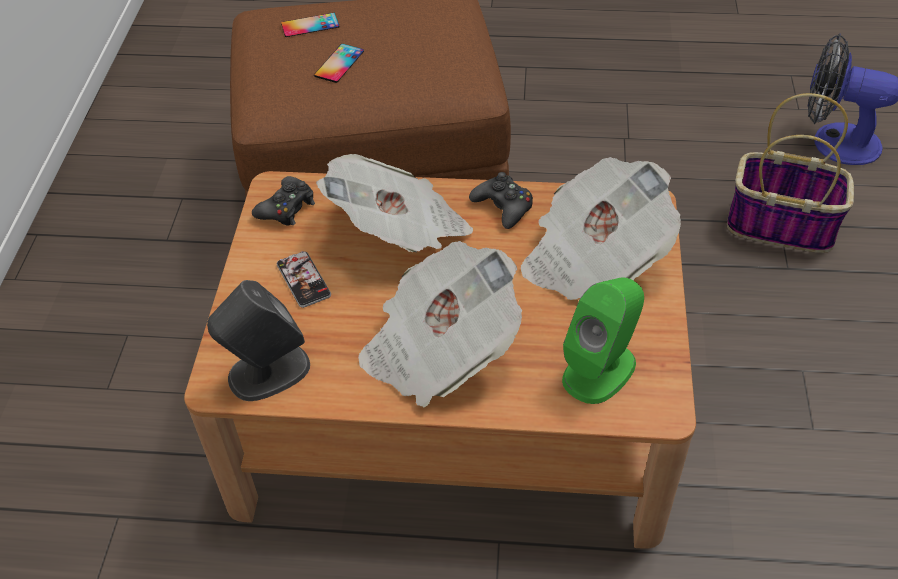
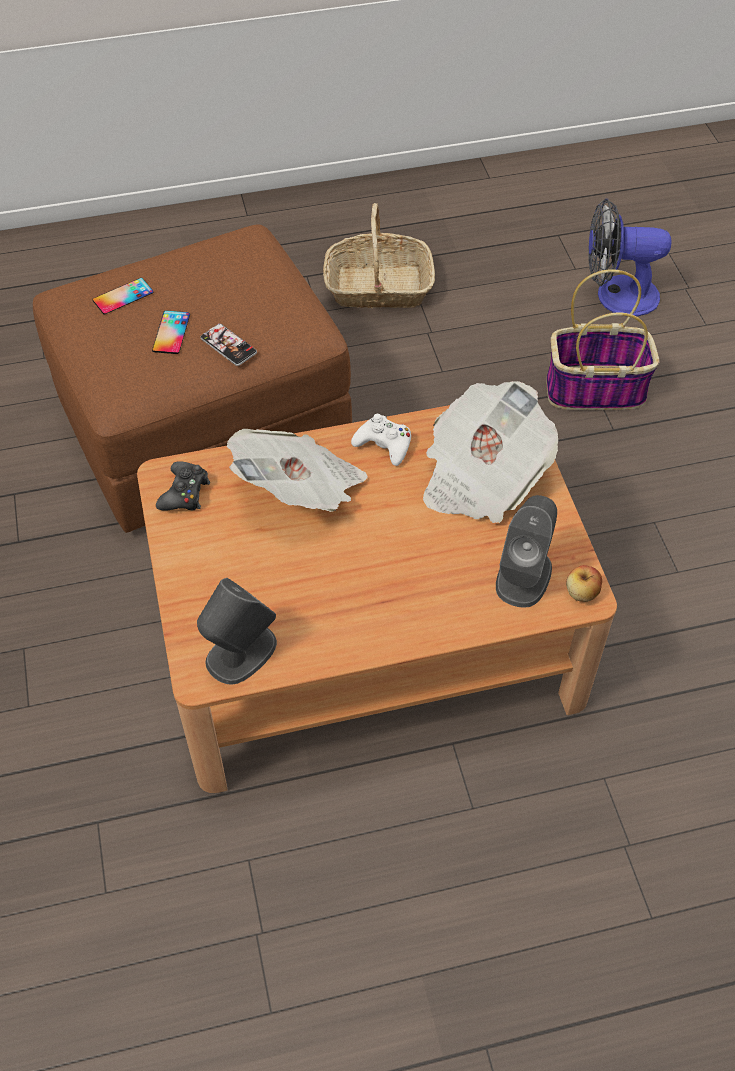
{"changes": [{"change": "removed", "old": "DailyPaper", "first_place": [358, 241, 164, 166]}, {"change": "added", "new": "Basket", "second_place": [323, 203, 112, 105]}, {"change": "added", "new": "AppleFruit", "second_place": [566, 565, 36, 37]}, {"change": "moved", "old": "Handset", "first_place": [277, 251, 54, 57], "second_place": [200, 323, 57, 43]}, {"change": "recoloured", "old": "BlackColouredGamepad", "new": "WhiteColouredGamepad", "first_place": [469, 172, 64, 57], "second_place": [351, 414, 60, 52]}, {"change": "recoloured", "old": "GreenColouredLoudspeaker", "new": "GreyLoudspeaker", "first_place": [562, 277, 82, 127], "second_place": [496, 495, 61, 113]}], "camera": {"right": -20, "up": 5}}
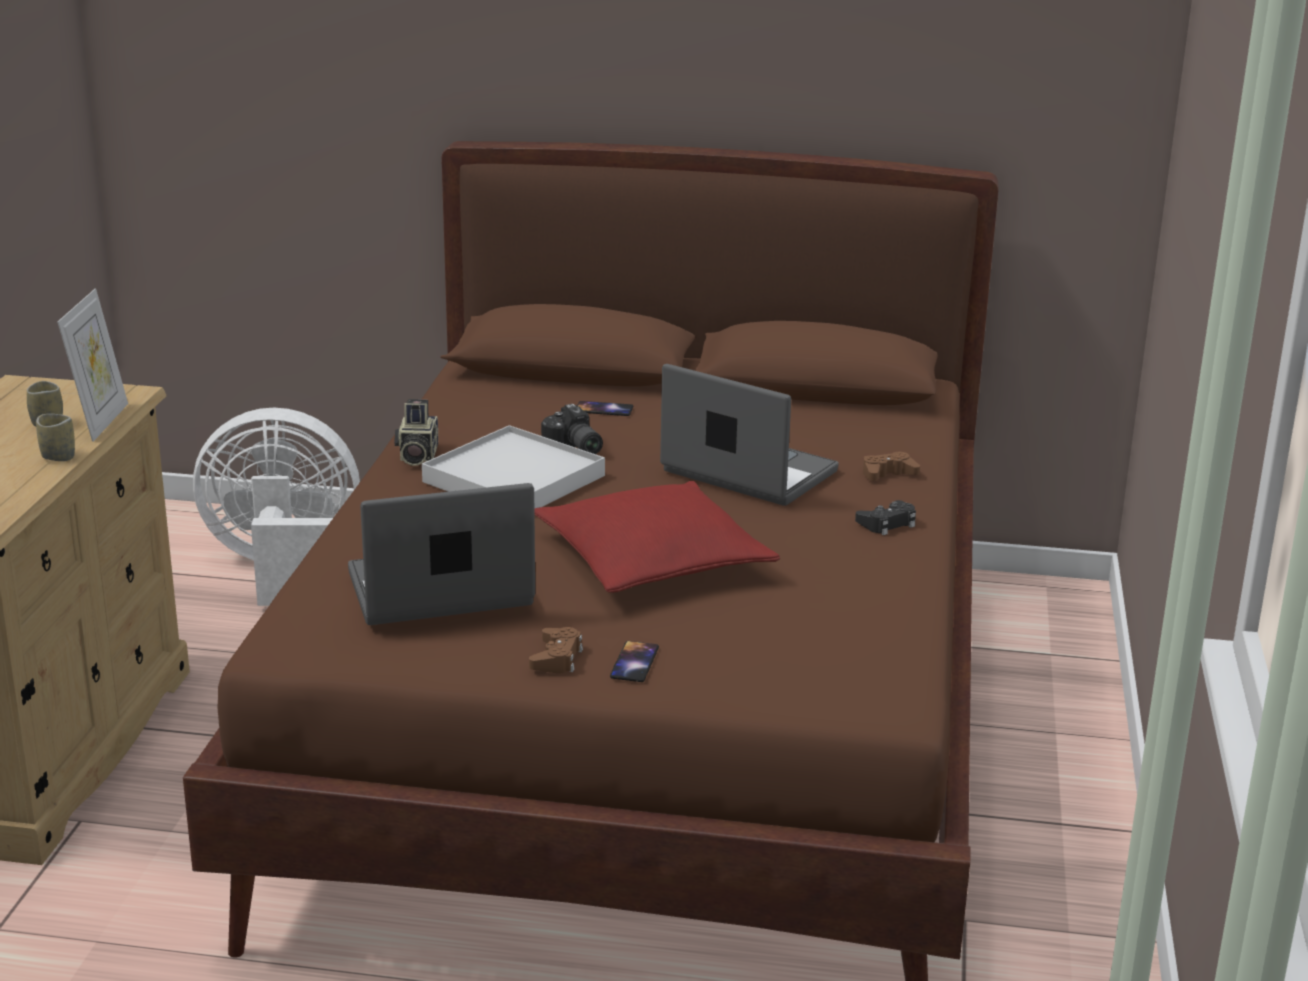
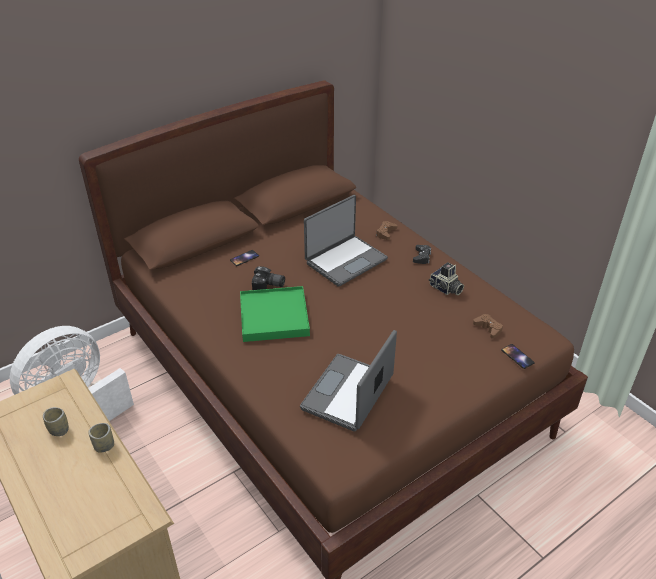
{"changes": [{"change": "removed", "old": "PhotoFrame", "first_place": [57, 289, 71, 153]}, {"change": "removed", "old": "ReddishPillow", "first_place": [534, 481, 246, 112]}, {"change": "moved", "old": "StillCamera", "first_place": [394, 399, 44, 67], "second_place": [429, 262, 35, 33]}, {"change": "moved", "old": "BrownGamepad", "first_place": [529, 627, 54, 47], "second_place": [473, 314, 30, 25]}, {"change": "moved", "old": "Handset", "first_place": [610, 641, 49, 41], "second_place": [501, 344, 34, 25]}, {"change": "recoloured", "old": "WhiteColouredCarryingTray", "new": "GreenColouredCarryingTray", "first_place": [422, 425, 183, 84], "second_place": [240, 286, 70, 56]}, {"change": "turned", "old": "NotebookComputer", "first_place": [660, 364, 179, 142], "second_place": [304, 195, 84, 92], "degrees": 150}], "camera": {"right": -45, "up": 15}}
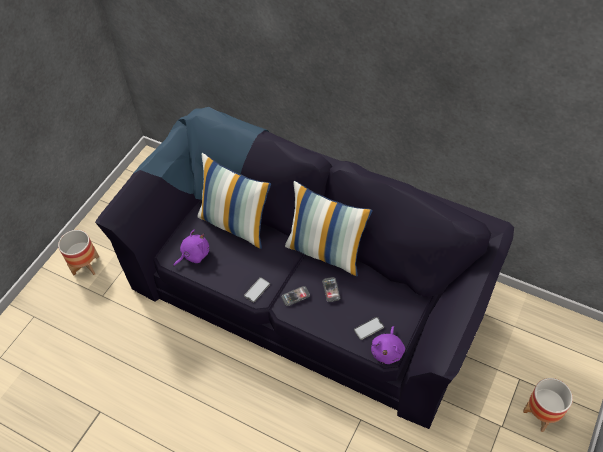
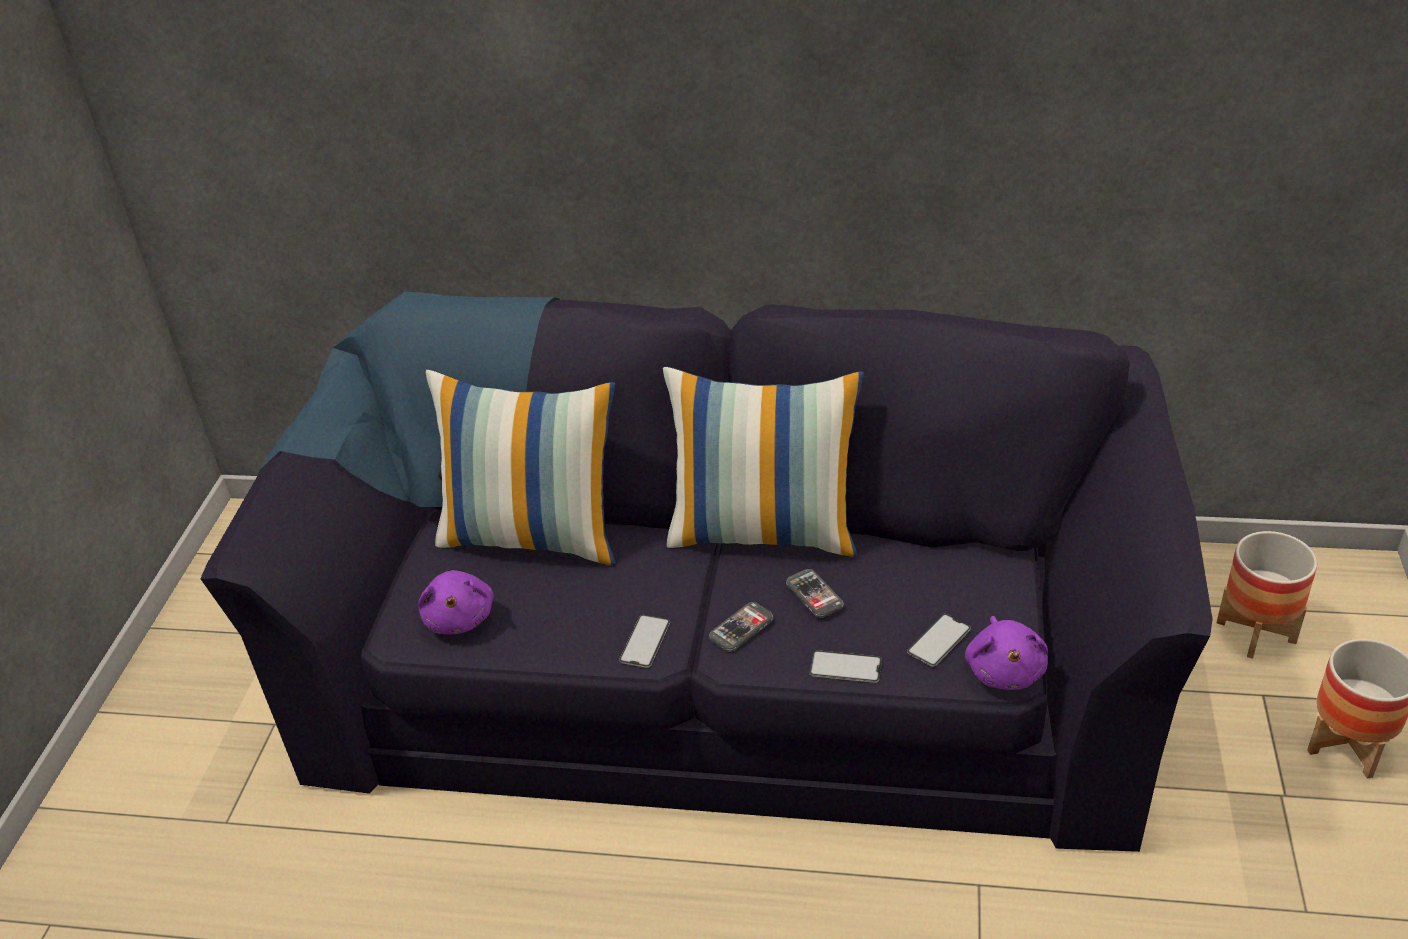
{"changes": [{"change": "added", "new": "Handset", "second_place": [810, 650, 72, 33]}, {"change": "moved", "old": "FlowerPot", "first_place": [58, 230, 41, 45], "second_place": [1217, 531, 100, 128]}, {"change": "turned", "old": "PurpleSoftToy", "first_place": [173, 230, 36, 36], "second_place": [418, 570, 76, 65], "degrees": 135}], "camera": {"right": -20, "up": -15}}
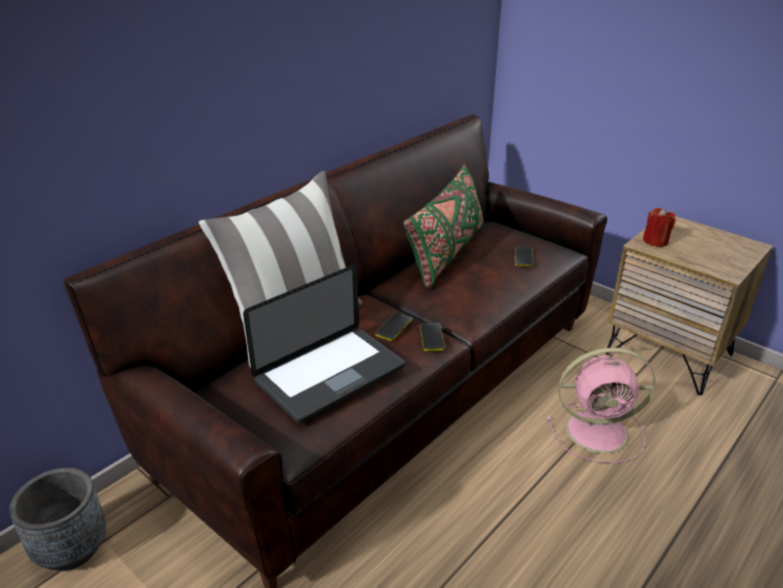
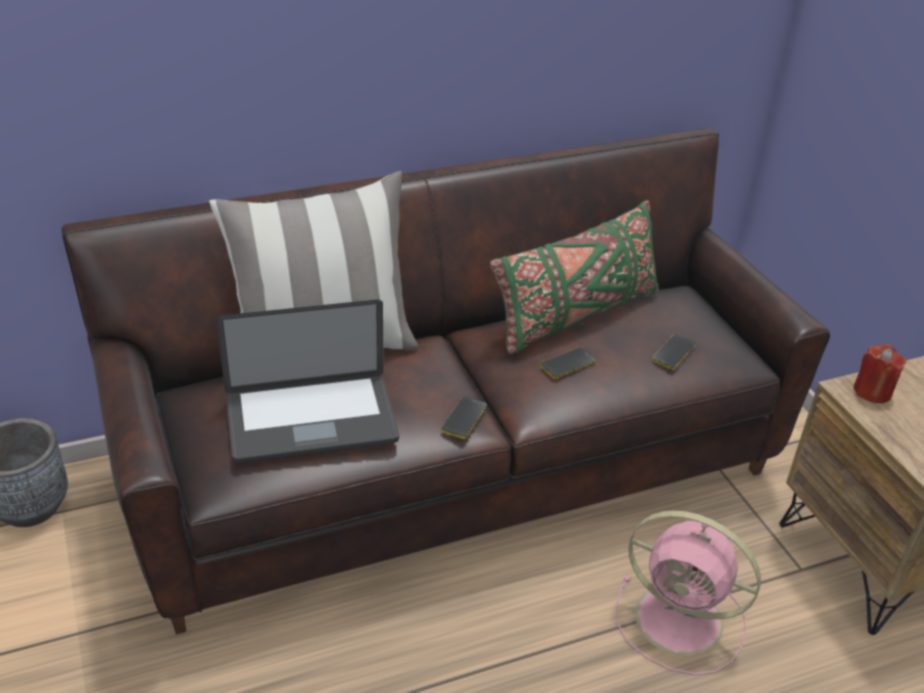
{"changes": [{"change": "moved", "old": "Handset", "first_place": [375, 312, 37, 29], "second_place": [540, 347, 56, 31]}], "camera": {"right": 25, "up": 5}}
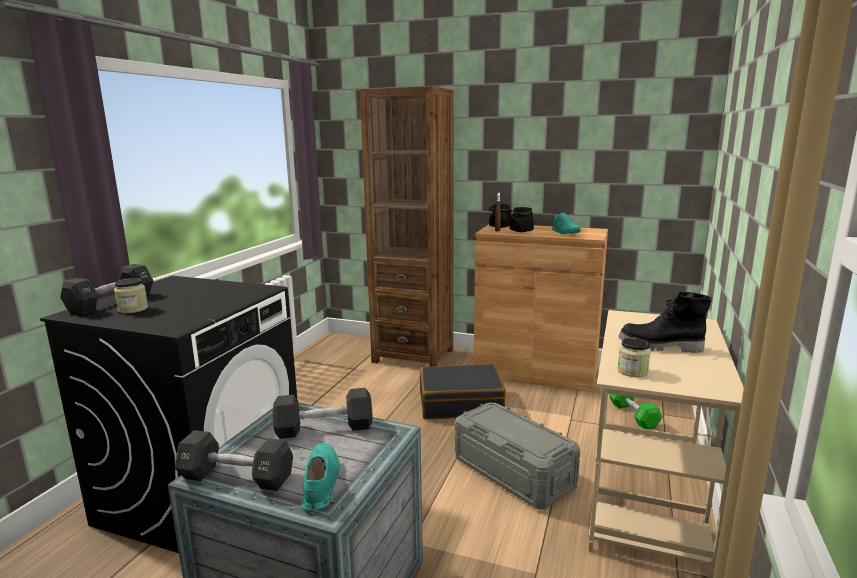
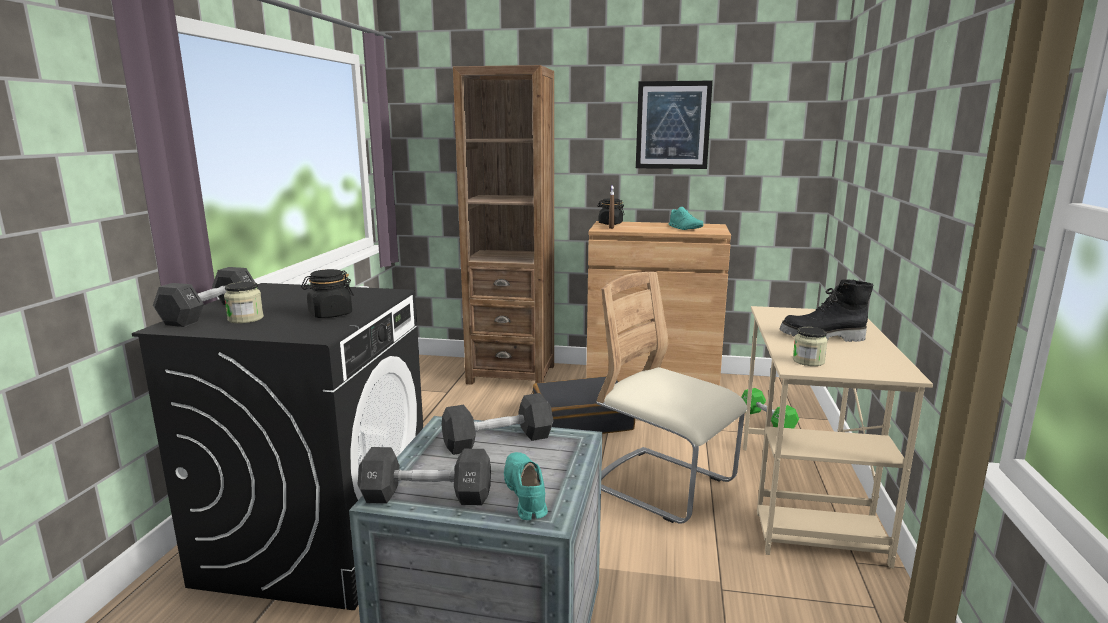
{"changes": [{"change": "added", "new": "Picture", "second_place": [636, 81, 77, 88]}, {"change": "moved", "old": "BlackColouredJar", "first_place": [509, 207, 25, 25], "second_place": [301, 269, 53, 49]}, {"change": "replaced", "old": "GreyStorageContainer", "new": "SandColouredChair", "first_place": [455, 403, 125, 106], "second_place": [596, 272, 151, 252]}], "camera": {"right": -10, "up": 0}}
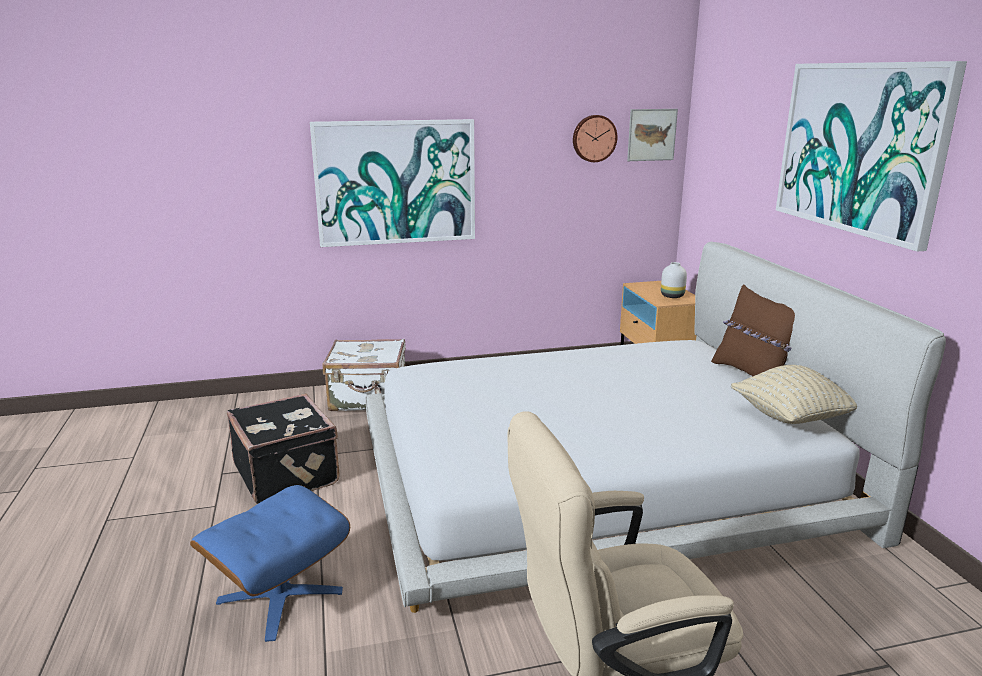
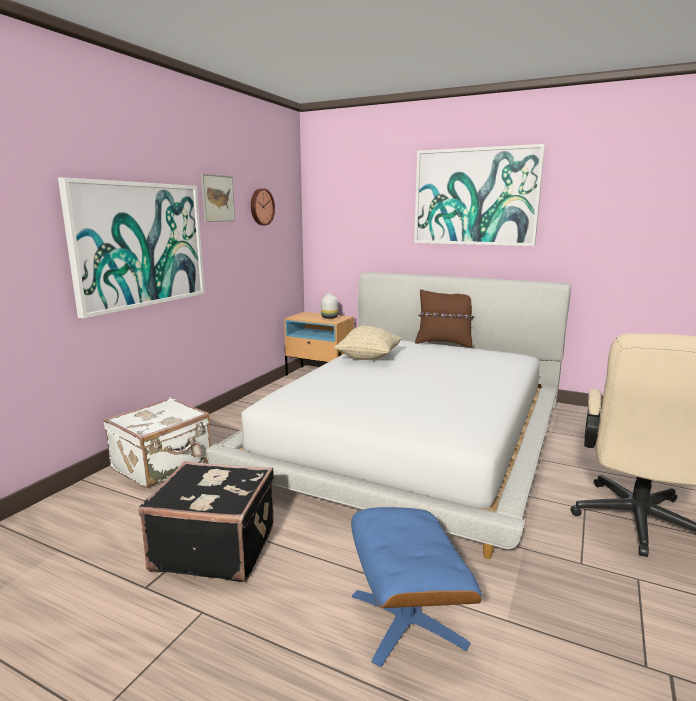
{"changes": [{"change": "moved", "old": "Picture", "first_place": [627, 109, 51, 52], "second_place": [201, 173, 34, 49]}, {"change": "moved", "old": "SandColouredPillow", "first_place": [731, 365, 126, 59], "second_place": [334, 326, 68, 34]}], "camera": {"right": -50, "up": -5}}
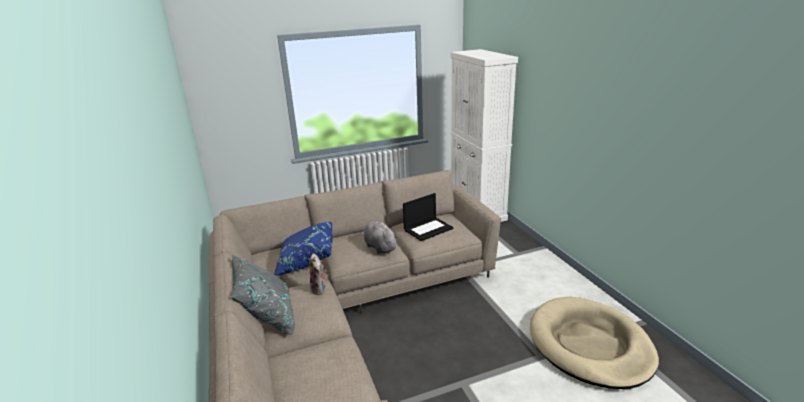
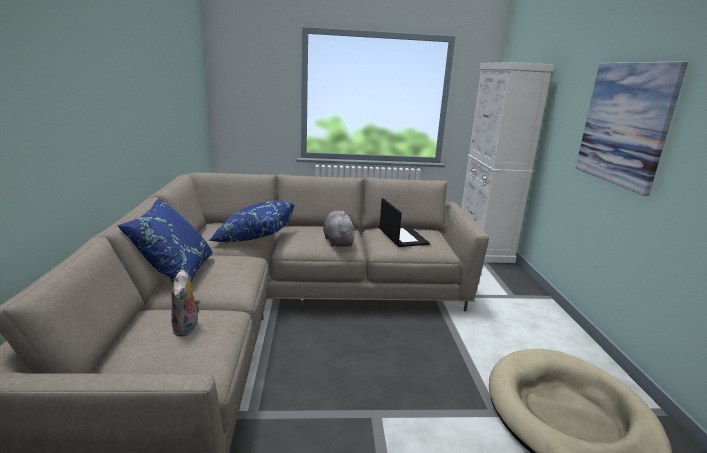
{"changes": [{"change": "added", "new": "Picture", "second_place": [575, 61, 113, 135]}, {"change": "moved", "old": "SoftToy", "first_place": [310, 253, 17, 42], "second_place": [171, 269, 29, 67]}, {"change": "recoloured", "old": "GreyPillow", "new": "BlueColouredPillow", "first_place": [231, 255, 64, 80], "second_place": [117, 198, 96, 85]}, {"change": "turned", "old": "NotebookComputer", "first_place": [403, 193, 51, 48], "second_place": [379, 198, 51, 49], "degrees": -90}], "camera": {"right": 15, "up": -5}}
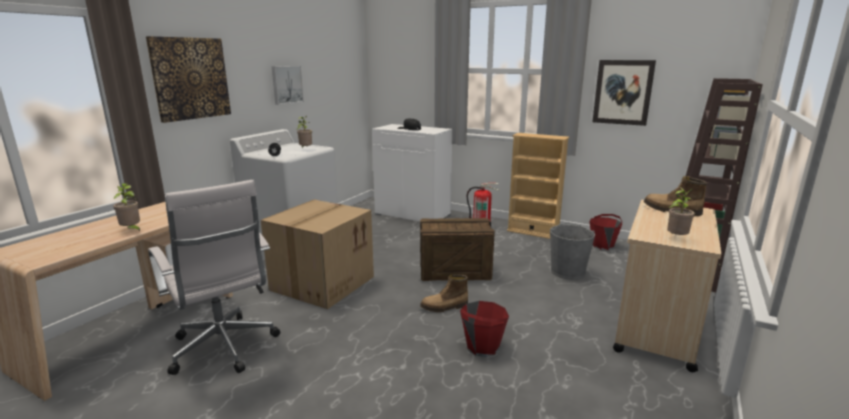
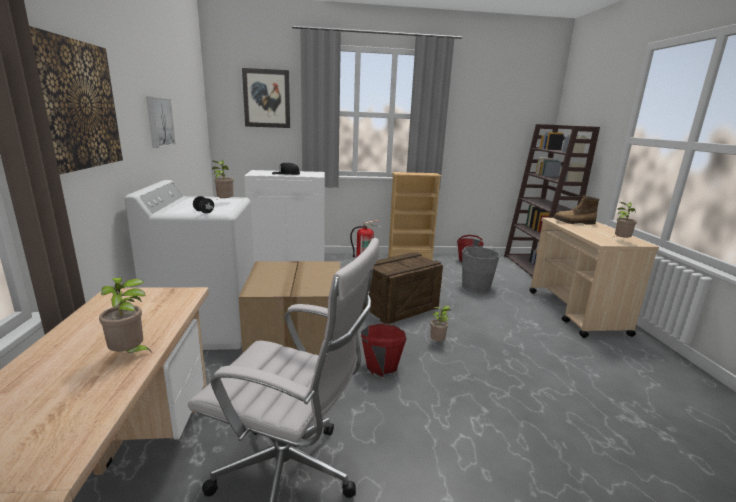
{"changes": [{"change": "moved", "old": "ReddishPail", "first_place": [460, 301, 49, 56], "second_place": [361, 324, 45, 53]}, {"change": "moved", "old": "Picture", "first_place": [593, 60, 63, 66], "second_place": [242, 68, 48, 60]}, {"change": "replaced", "old": "Boot", "new": "Houseplant", "first_place": [420, 275, 48, 37], "second_place": [430, 305, 21, 36]}], "camera": {"right": -35, "up": 0}}
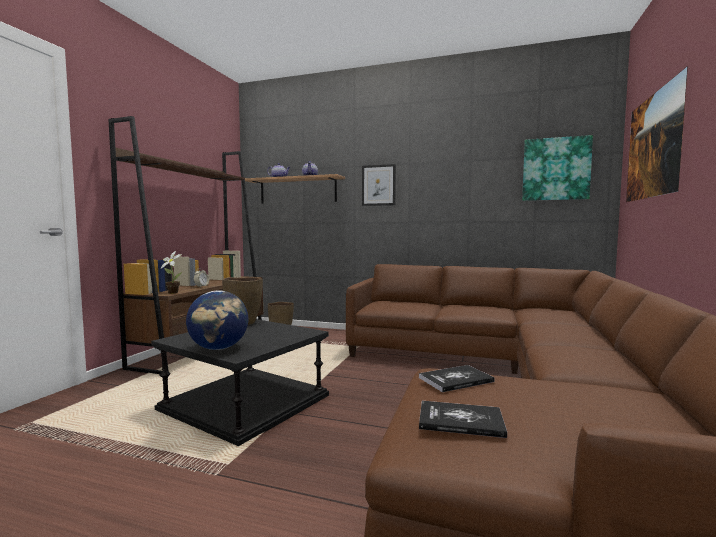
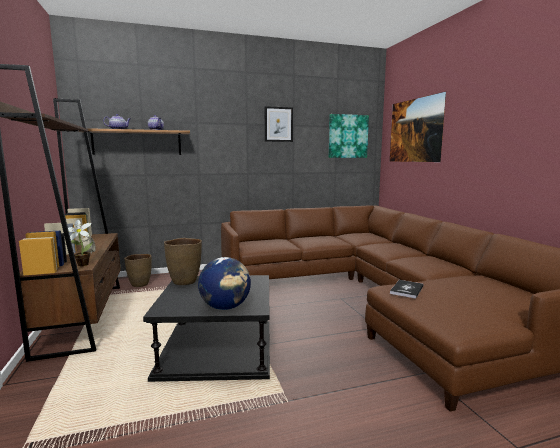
{"changes": [{"change": "removed", "old": "Book", "first_place": [419, 401, 88, 37]}, {"change": "moved", "old": "Picture", "first_place": [362, 164, 34, 42], "second_place": [265, 106, 28, 36]}], "camera": {"right": -35, "up": 5}}
